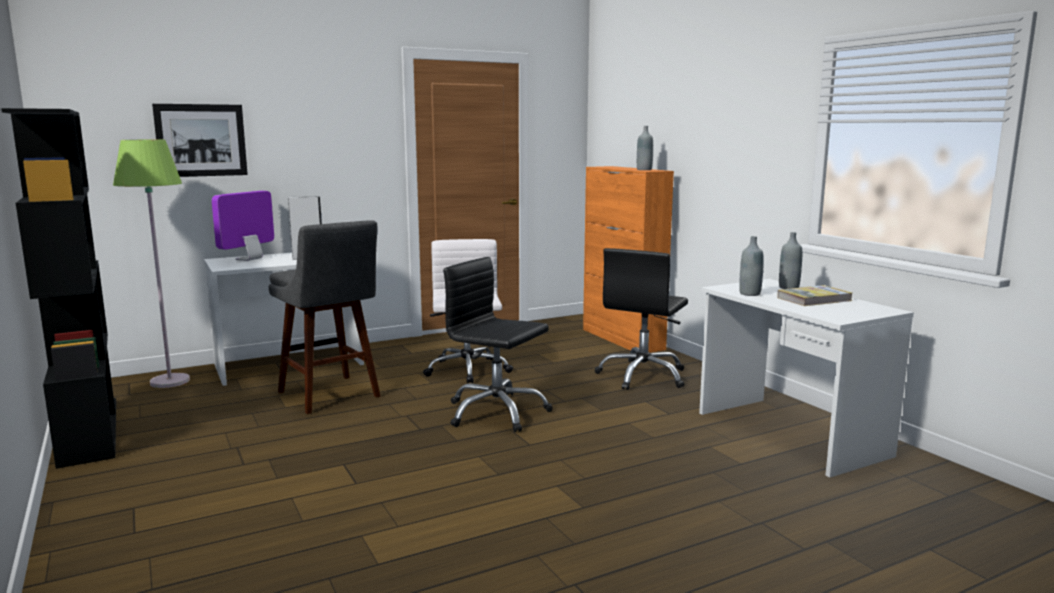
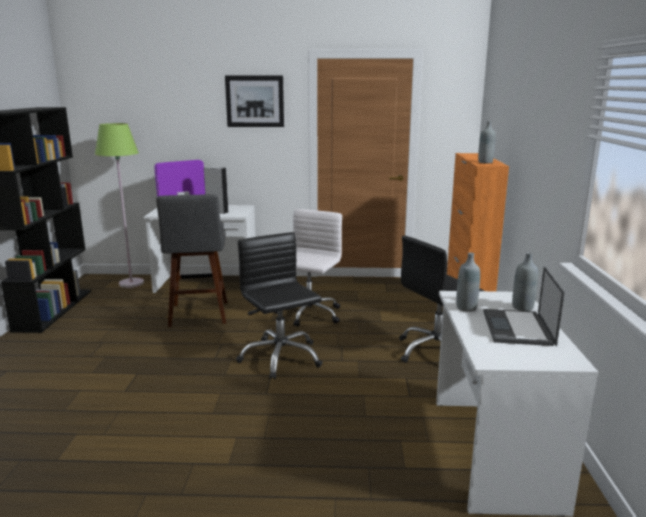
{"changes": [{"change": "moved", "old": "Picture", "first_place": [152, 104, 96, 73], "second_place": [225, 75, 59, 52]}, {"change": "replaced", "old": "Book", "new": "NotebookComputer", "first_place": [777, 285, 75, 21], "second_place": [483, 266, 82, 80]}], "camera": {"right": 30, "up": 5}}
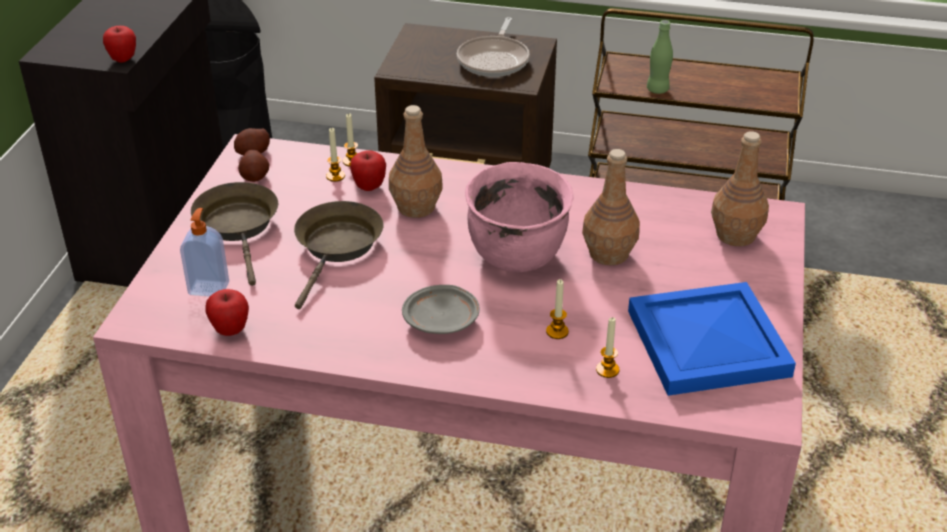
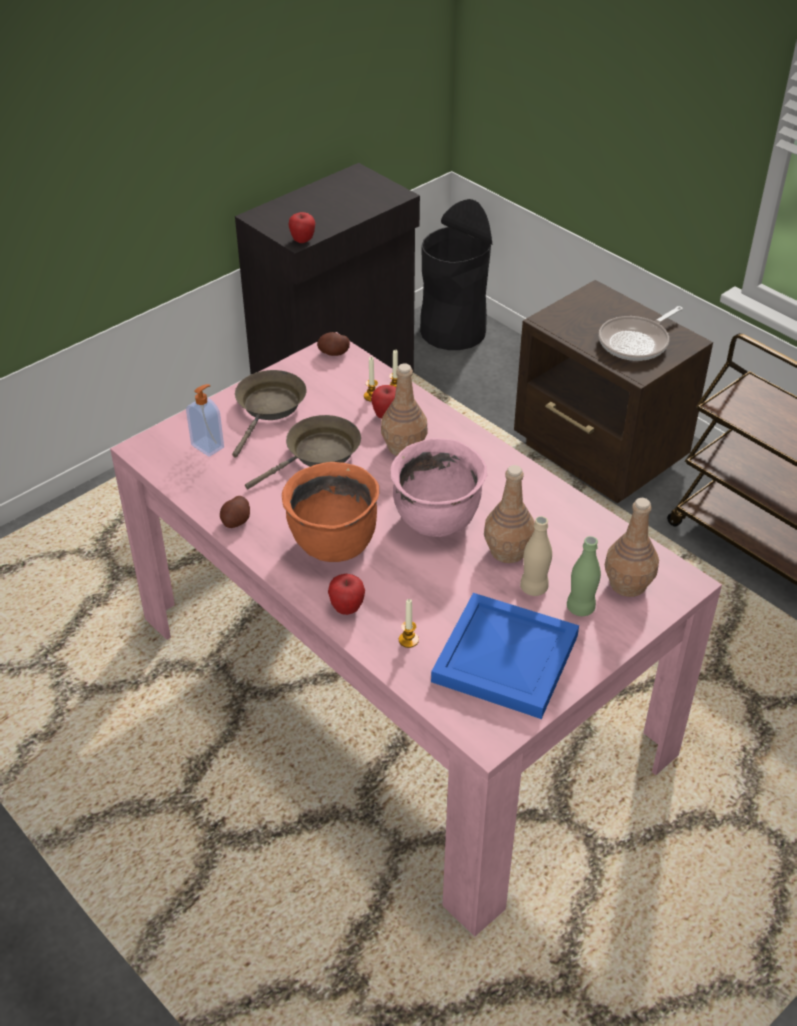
{"changes": [{"change": "removed", "old": "WaxCandle", "first_place": [546, 279, 23, 60]}, {"change": "added", "new": "SandColouredDrinkBottle", "second_place": [520, 516, 32, 80]}, {"change": "moved", "old": "AppleFruit", "first_place": [205, 289, 44, 47], "second_place": [328, 574, 37, 41]}, {"change": "moved", "old": "Spud", "first_place": [238, 149, 31, 33], "second_place": [220, 496, 30, 32]}, {"change": "moved", "old": "GreenColouredDrinkBottle", "first_place": [647, 20, 26, 74], "second_place": [567, 536, 34, 80]}, {"change": "replaced", "old": "GreyDinnerPlate", "new": "OrangeyCookingPot", "first_place": [402, 285, 77, 49], "second_place": [282, 462, 97, 100]}], "camera": {"right": 35, "up": 5}}
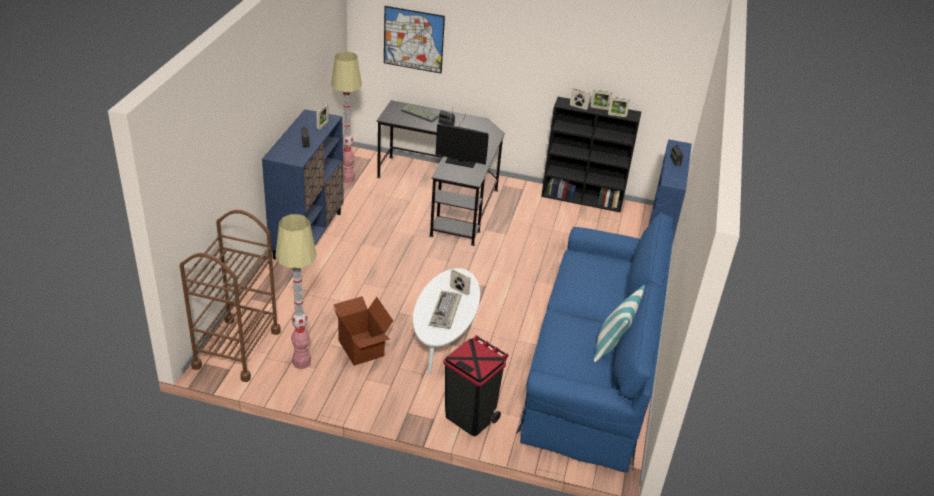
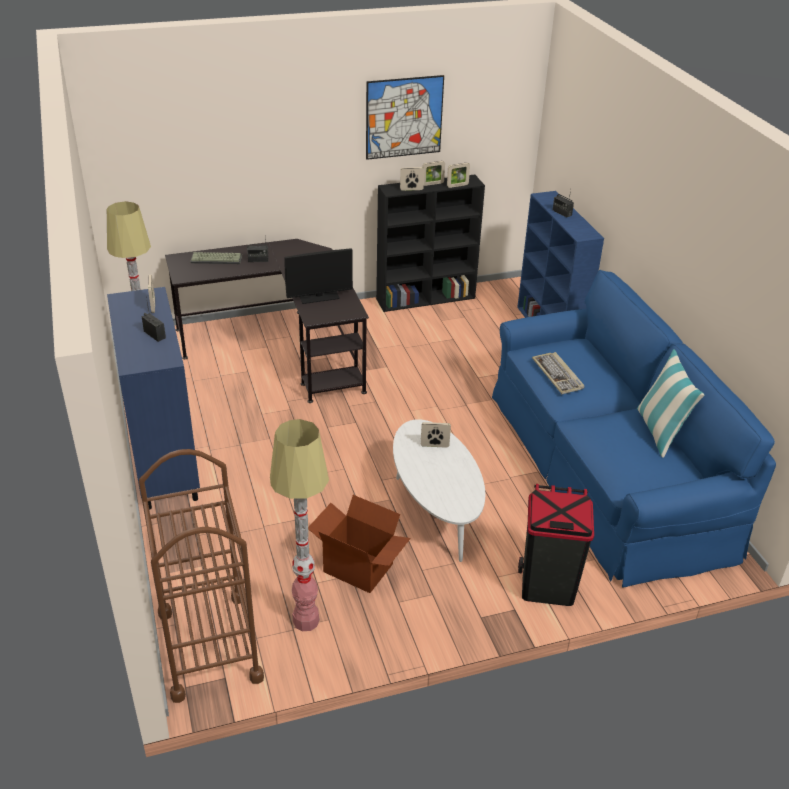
{"changes": [{"change": "moved", "old": "Picture", "first_place": [384, 6, 61, 68], "second_place": [366, 75, 78, 85]}, {"change": "moved", "old": "Keyboard", "first_place": [429, 291, 32, 38], "second_place": [532, 352, 53, 42]}], "camera": {"right": -30, "up": 0}}
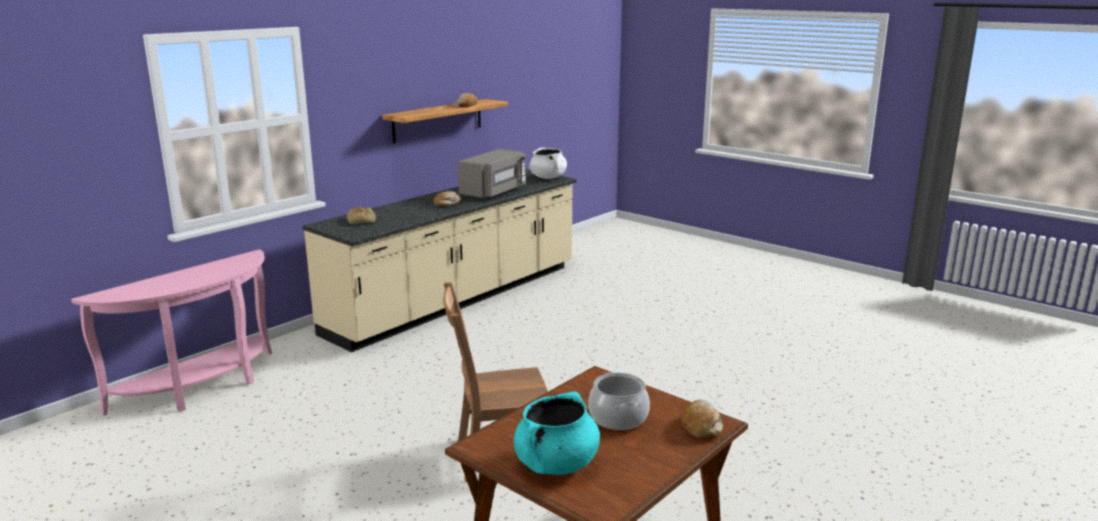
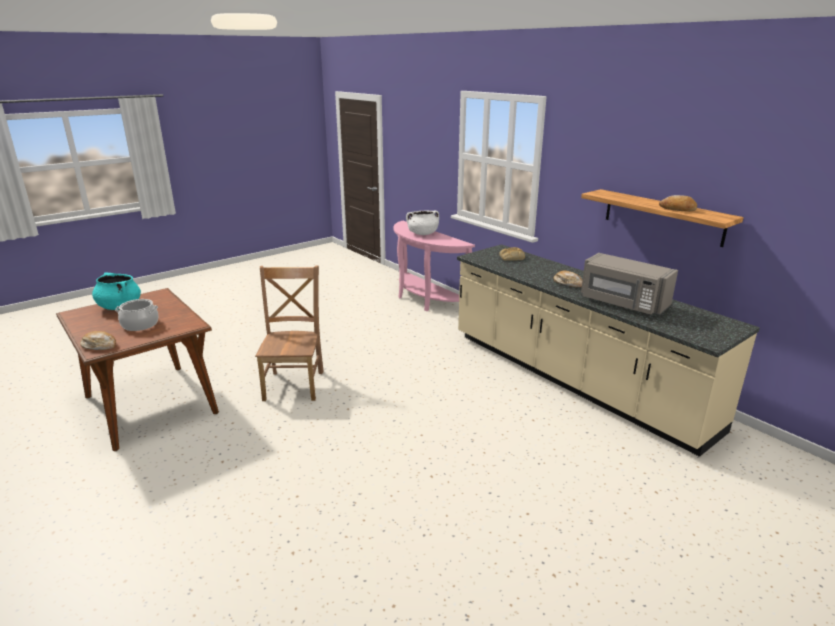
{"changes": [{"change": "moved", "old": "WhiteColouredCookingPot", "first_place": [529, 148, 38, 31], "second_place": [406, 210, 33, 25]}], "camera": {"right": 100, "up": 5}}
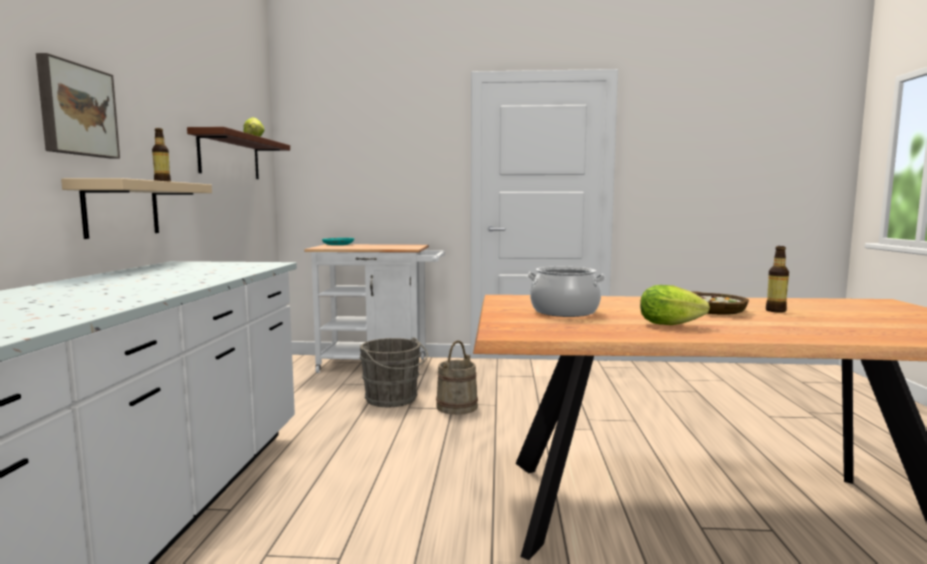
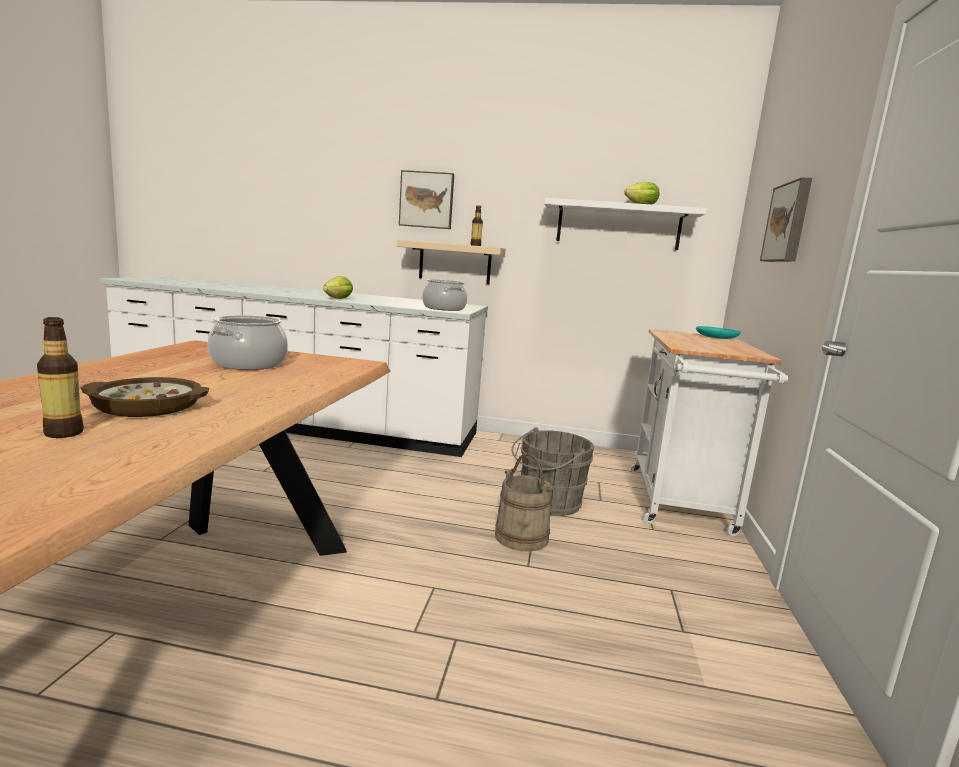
{"changes": [{"change": "added", "new": "CookingPot", "second_place": [422, 279, 45, 32]}, {"change": "added", "new": "Picture", "second_place": [760, 177, 52, 85]}, {"change": "moved", "old": "Lettuce", "first_place": [640, 285, 70, 40], "second_place": [323, 276, 30, 23]}, {"change": "recoloured", "old": "BrownWallShelf", "new": "WhiteColouredWallShelf", "first_place": [187, 127, 103, 52], "second_place": [544, 198, 163, 52]}], "camera": {"right": 95, "up": 5}}
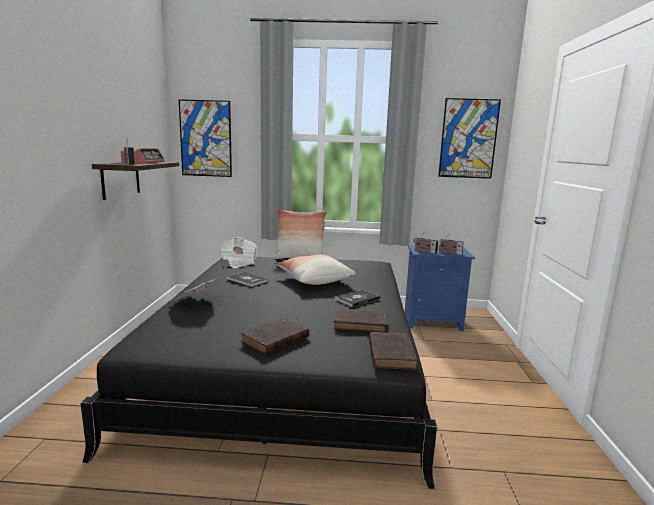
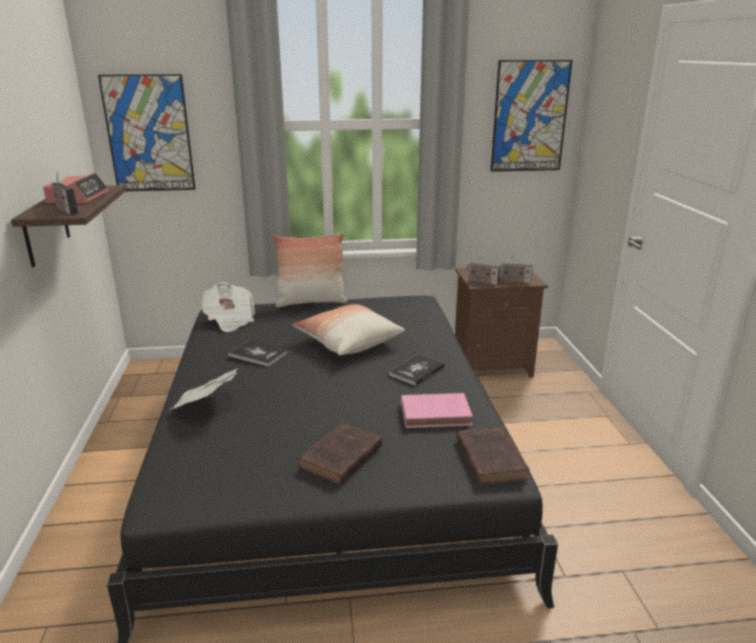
{"changes": [{"change": "recoloured", "old": "BrownBook", "new": "PinkBook", "first_place": [333, 308, 53, 24], "second_place": [401, 393, 72, 35]}, {"change": "recoloured", "old": "BlueColouredNightTable", "new": "BrownNightTable", "first_place": [405, 244, 70, 87], "second_place": [455, 266, 93, 112]}], "camera": {"right": -10, "up": 10}}
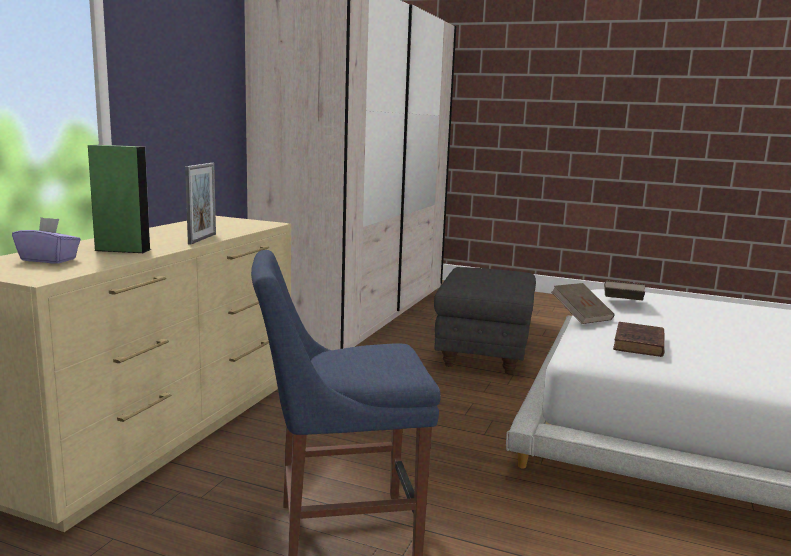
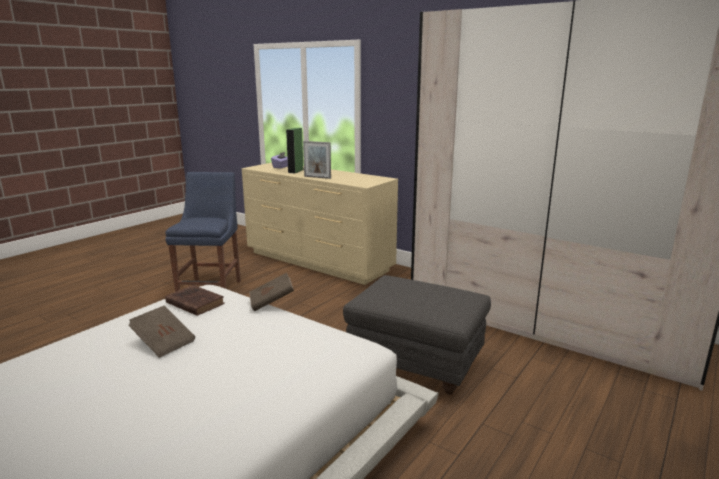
{"changes": [{"change": "moved", "old": "BrownBook", "first_place": [604, 281, 42, 20], "second_place": [128, 306, 67, 52]}], "camera": {"right": 105, "up": 5}}
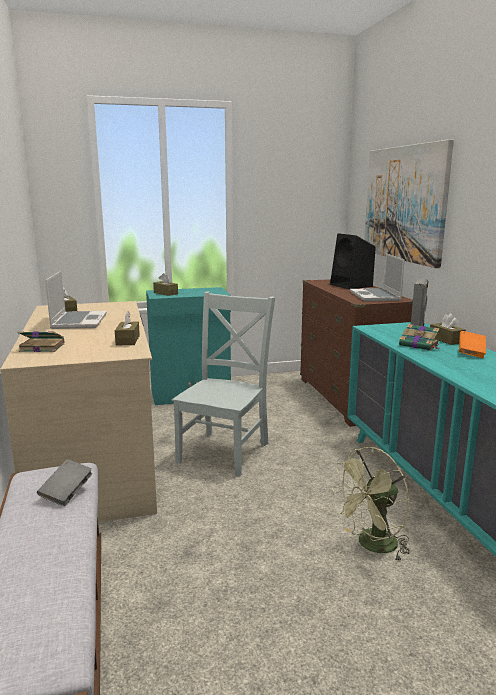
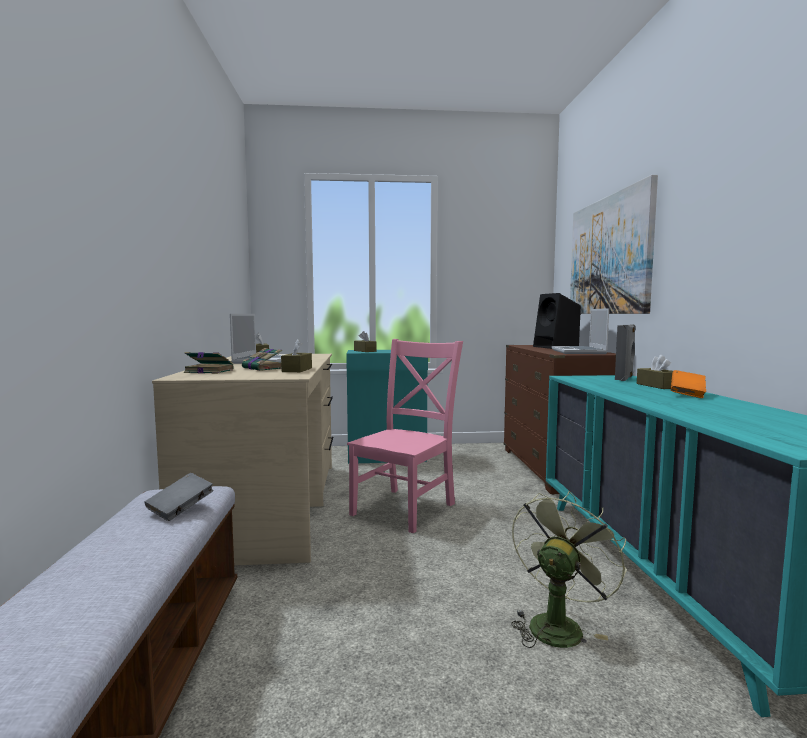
{"changes": [{"change": "moved", "old": "Book", "first_place": [399, 324, 41, 27], "second_place": [242, 348, 40, 23]}, {"change": "recoloured", "old": "GreyChair", "new": "PinkChair", "first_place": [172, 292, 104, 185], "second_place": [347, 339, 116, 194]}, {"change": "turned", "old": "GreenColouredCoolingFan", "first_place": [331, 447, 79, 115], "second_place": [511, 491, 116, 157], "degrees": 150}], "camera": {"right": 10, "up": -10}}
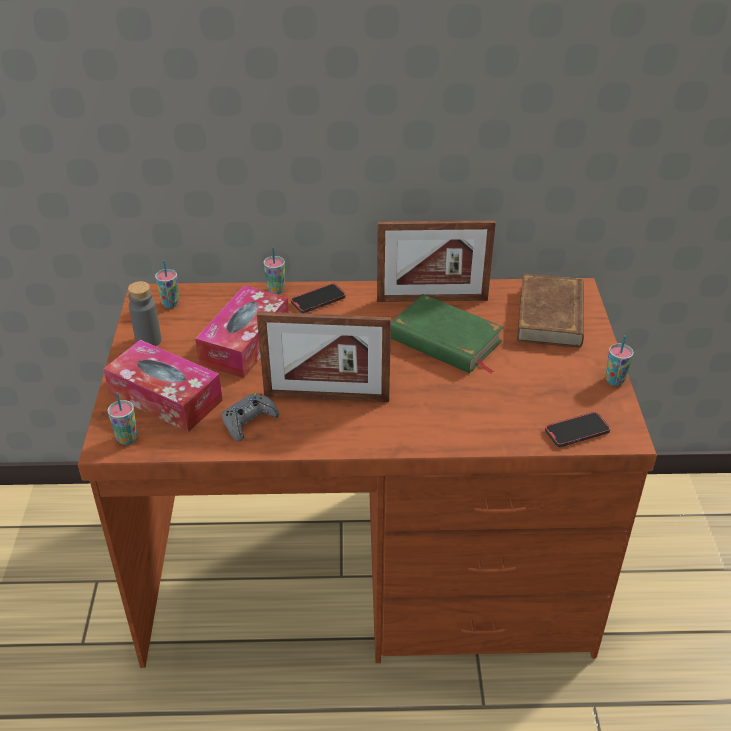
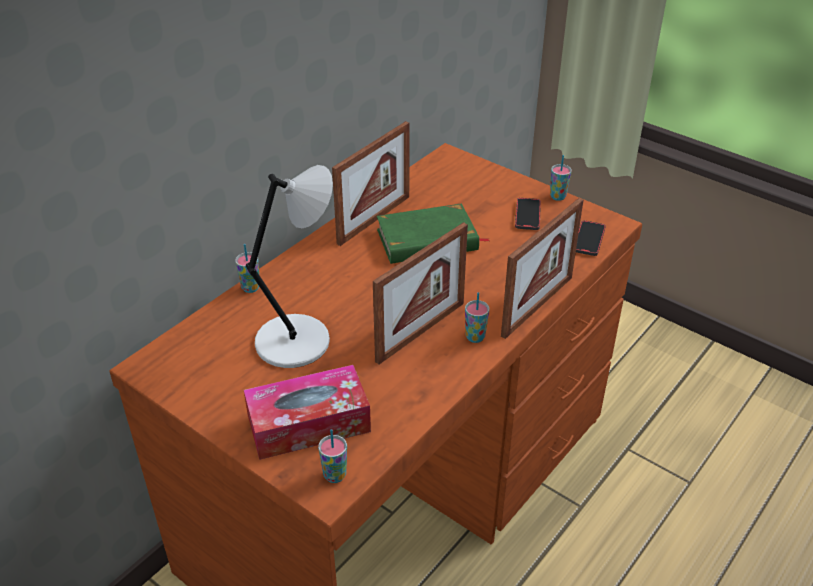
{"changes": [{"change": "removed", "old": "GreyDrinkBottle", "first_place": [128, 281, 33, 65]}, {"change": "removed", "old": "GreyGamepad", "first_place": [222, 393, 57, 48]}, {"change": "removed", "old": "BrownBook", "first_place": [517, 274, 67, 74]}, {"change": "added", "new": "PhotoFrame", "second_place": [501, 198, 82, 141]}, {"change": "moved", "old": "DrinkingCup", "first_place": [155, 260, 24, 48], "second_place": [465, 292, 24, 51]}, {"change": "moved", "old": "Handset", "first_place": [291, 283, 55, 30], "second_place": [515, 198, 26, 32]}, {"change": "replaced", "old": "BoxOfTissues", "new": "GreyTabletopLamp", "first_place": [195, 285, 94, 93], "second_place": [246, 165, 87, 203]}], "camera": {"right": -50, "up": 0}}
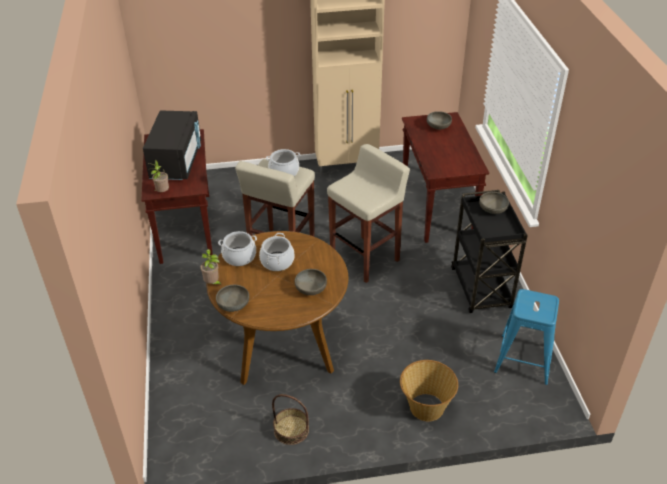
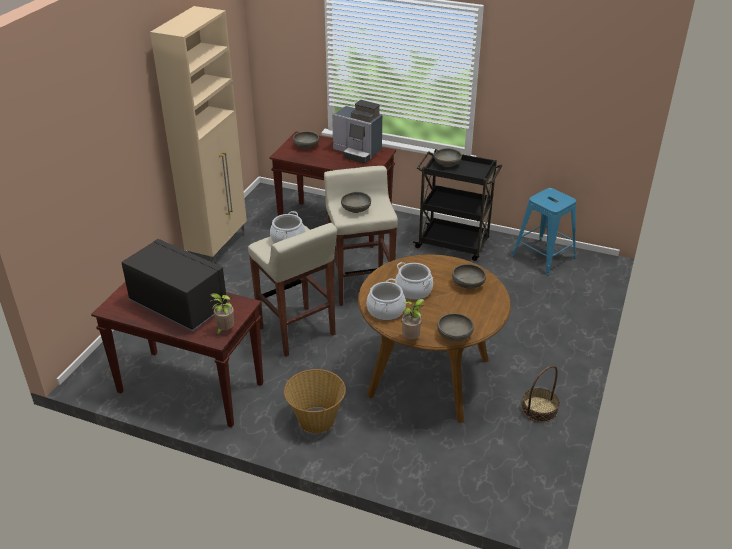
{"changes": [{"change": "added", "new": "CoffeeMachine", "second_place": [332, 100, 50, 63]}, {"change": "added", "new": "GreyServingBowl", "second_place": [341, 192, 30, 21]}, {"change": "moved", "old": "Basket", "first_place": [400, 360, 58, 61], "second_place": [284, 369, 62, 64]}], "camera": {"right": -60, "up": -5}}
